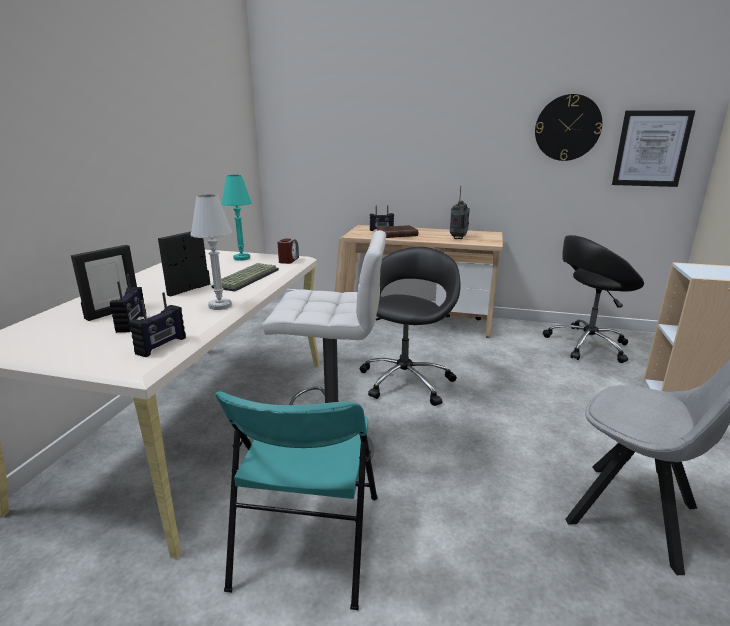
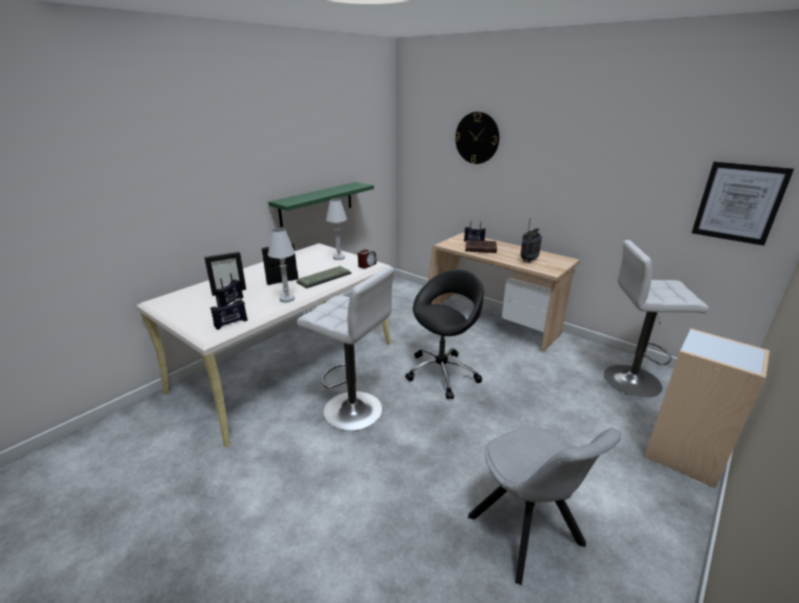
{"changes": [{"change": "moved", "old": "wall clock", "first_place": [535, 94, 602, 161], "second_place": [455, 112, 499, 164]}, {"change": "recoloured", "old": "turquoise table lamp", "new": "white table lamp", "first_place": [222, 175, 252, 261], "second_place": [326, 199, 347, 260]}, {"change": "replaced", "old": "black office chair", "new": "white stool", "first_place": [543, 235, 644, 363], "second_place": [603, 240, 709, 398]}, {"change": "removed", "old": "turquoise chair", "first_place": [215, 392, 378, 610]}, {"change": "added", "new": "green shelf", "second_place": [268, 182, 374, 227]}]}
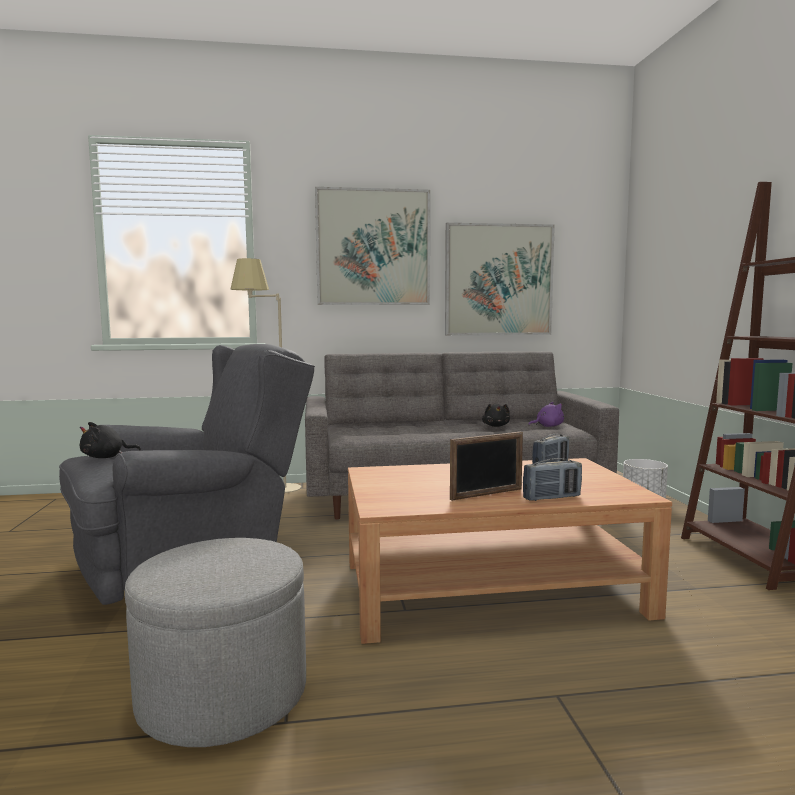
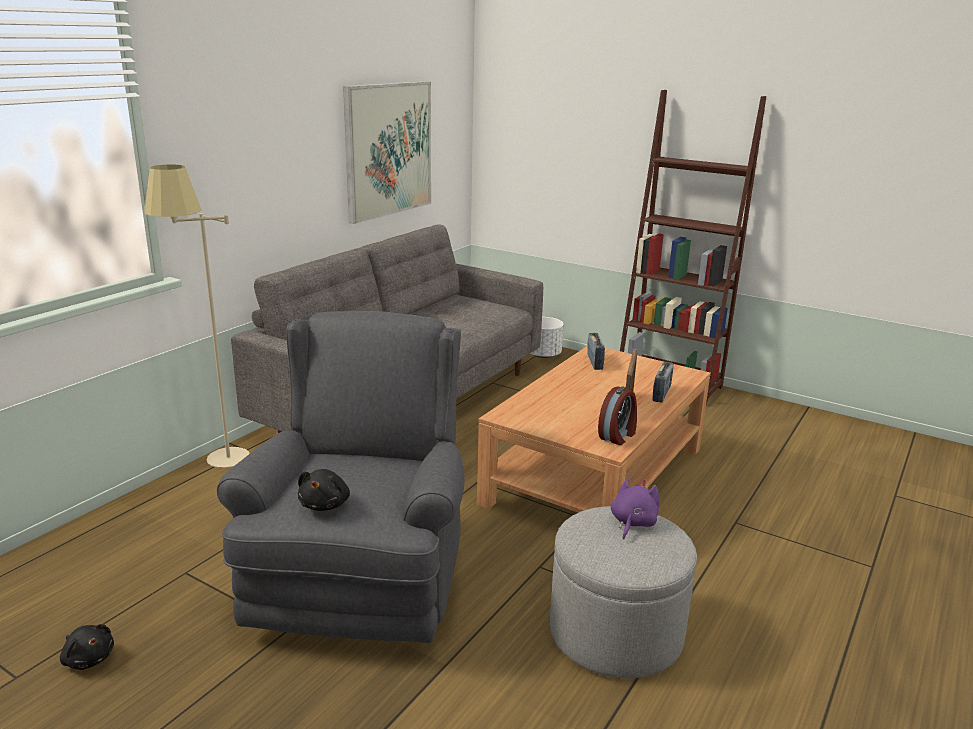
{"changes": [{"change": "removed", "old": "picture", "first_place": [315, 187, 430, 305]}, {"change": "moved", "old": "purple plush toy", "first_place": [528, 402, 564, 427], "second_place": [611, 478, 659, 539]}, {"change": "moved", "old": "black plush toy", "first_place": [482, 404, 510, 427], "second_place": [60, 624, 114, 670]}, {"change": "added", "new": "alarm clock", "second_place": [598, 386, 637, 445]}]}
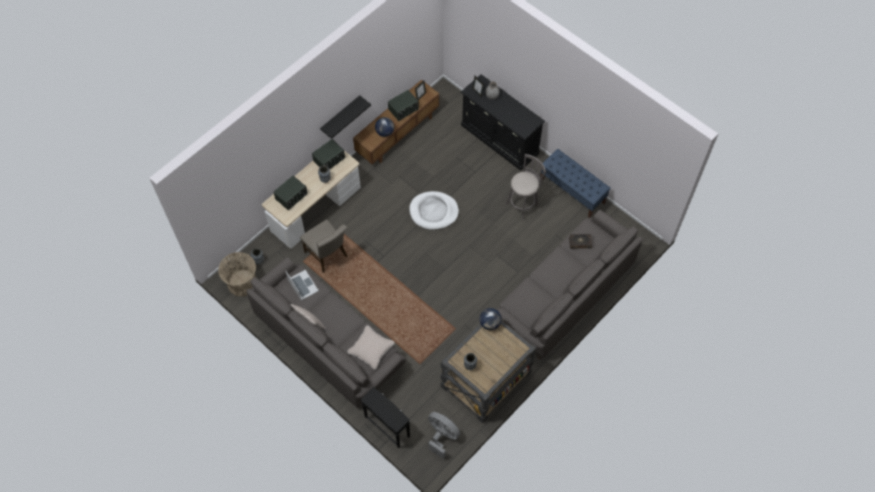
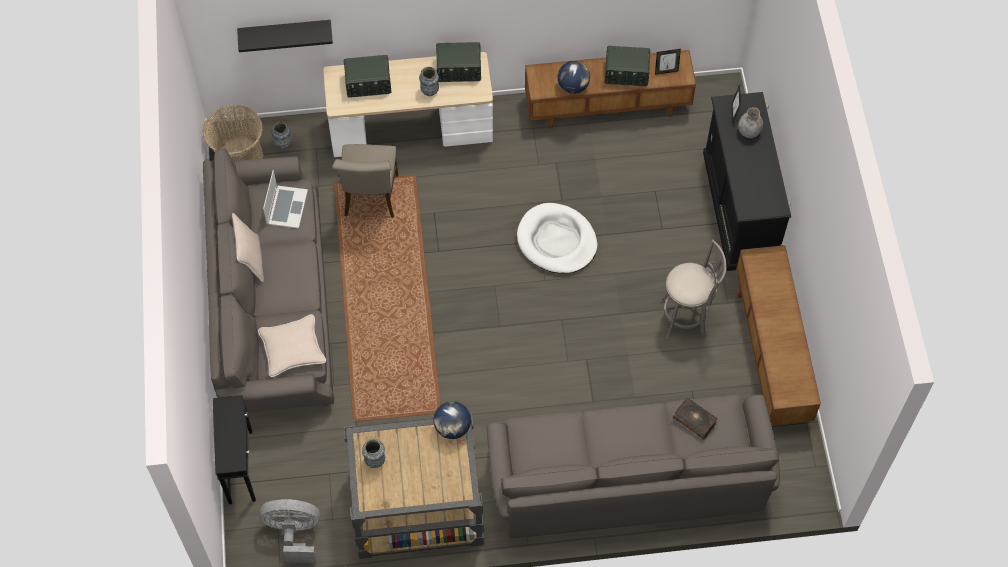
{"changes": [{"change": "moved", "old": "black shelf", "first_place": [320, 95, 371, 139], "second_place": [237, 20, 333, 52]}, {"change": "replaced", "old": "blue bench", "new": "brown tv stand", "first_place": [540, 149, 611, 218], "second_place": [736, 245, 821, 425]}, {"change": "turned", "old": "grey fan", "first_place": [428, 412, 460, 459], "second_place": [259, 499, 320, 563], "degrees": -75}]}
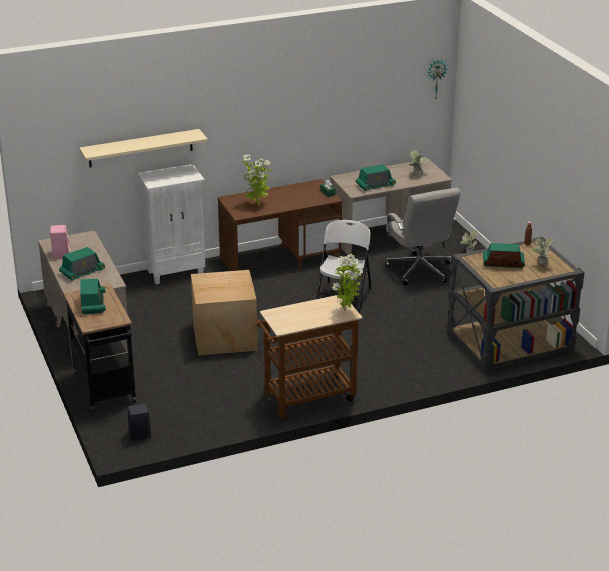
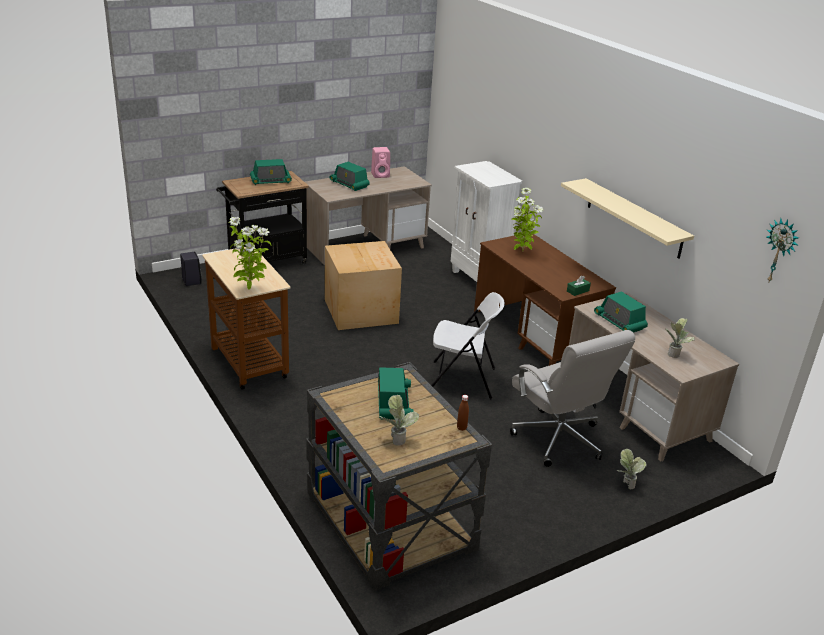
{"changes": [{"change": "moved", "old": "beige shelf", "first_place": [79, 129, 208, 167], "second_place": [561, 178, 694, 259]}, {"change": "turned", "old": "grey office chair", "first_place": [385, 188, 460, 285], "second_place": [510, 330, 635, 467], "degrees": -90}]}
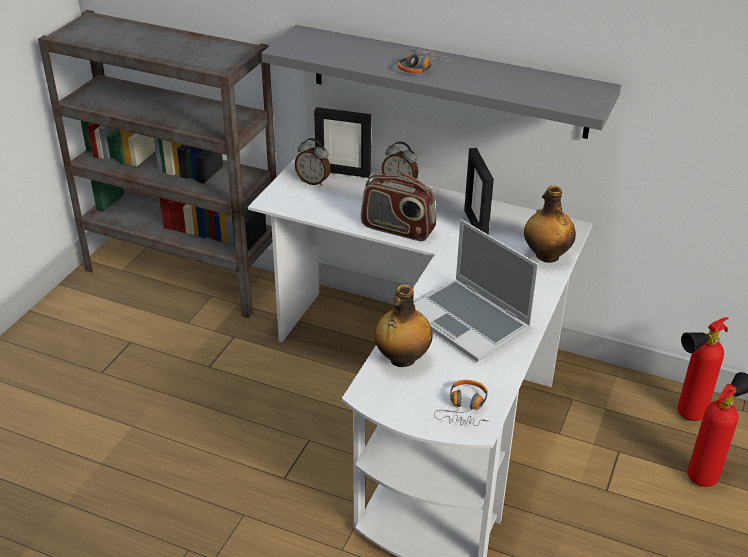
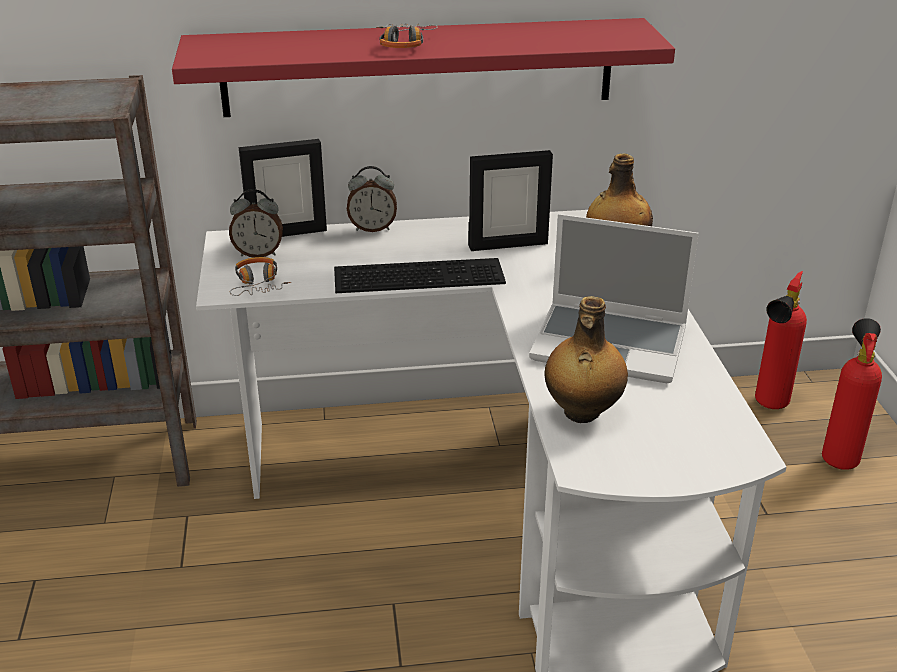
{"changes": [{"change": "recoloured", "old": "grey shelf", "new": "red shelf", "first_place": [261, 25, 621, 139], "second_place": [172, 18, 675, 117]}, {"change": "turned", "old": "picture frame", "first_place": [464, 148, 494, 235], "second_place": [468, 150, 553, 251], "degrees": -60}, {"change": "replaced", "old": "radio", "new": "keyboard", "first_place": [361, 174, 436, 241], "second_place": [334, 258, 506, 293]}, {"change": "moved", "old": "headphones", "first_place": [434, 380, 489, 426], "second_place": [230, 257, 291, 296]}]}
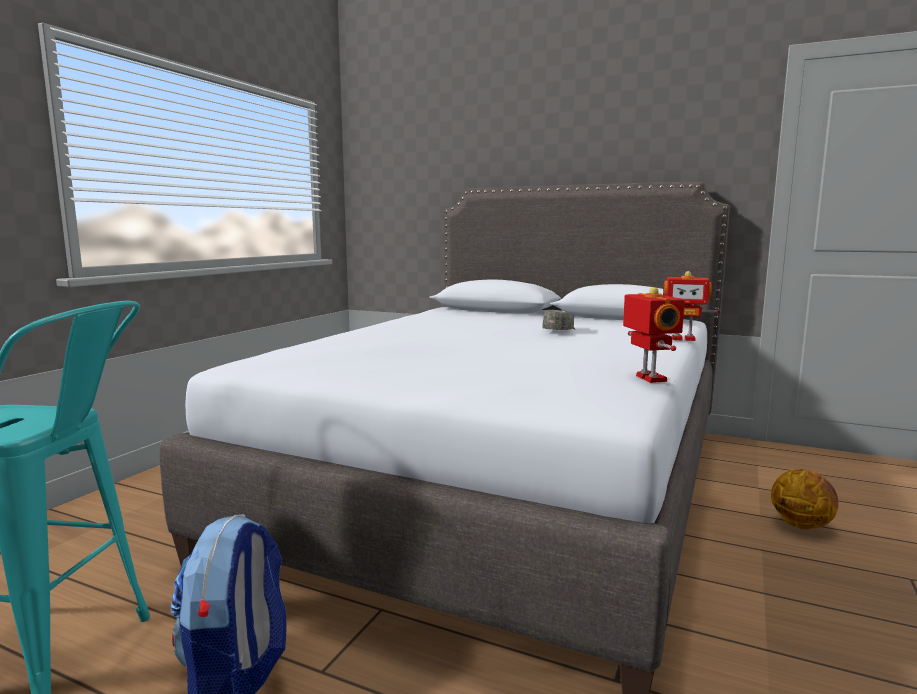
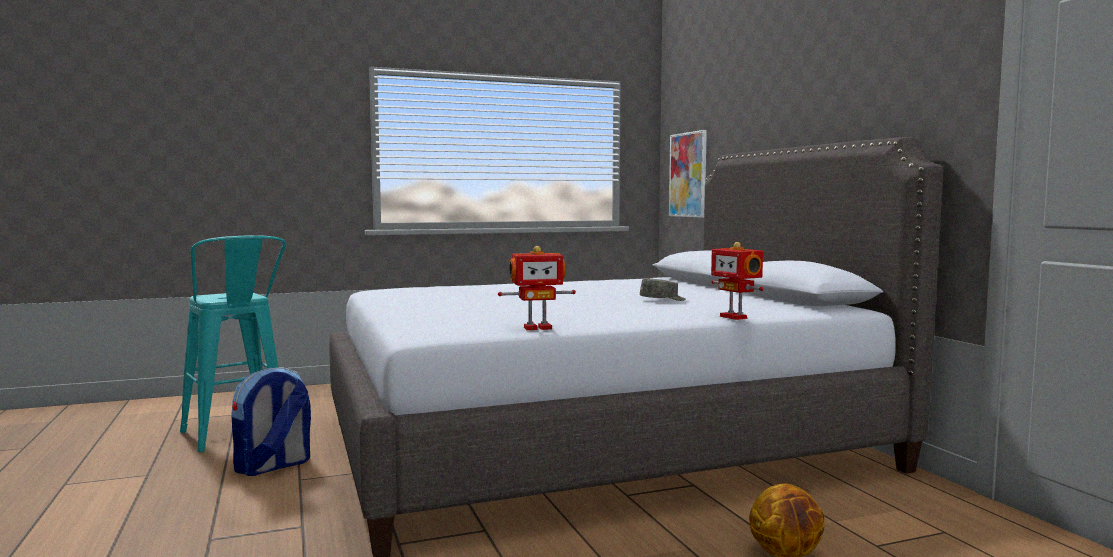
{"changes": [{"change": "turned", "old": "toy robot", "first_place": [623, 287, 685, 383], "second_place": [498, 246, 576, 330], "degrees": 45}, {"change": "added", "new": "picture", "second_place": [669, 130, 707, 218]}]}
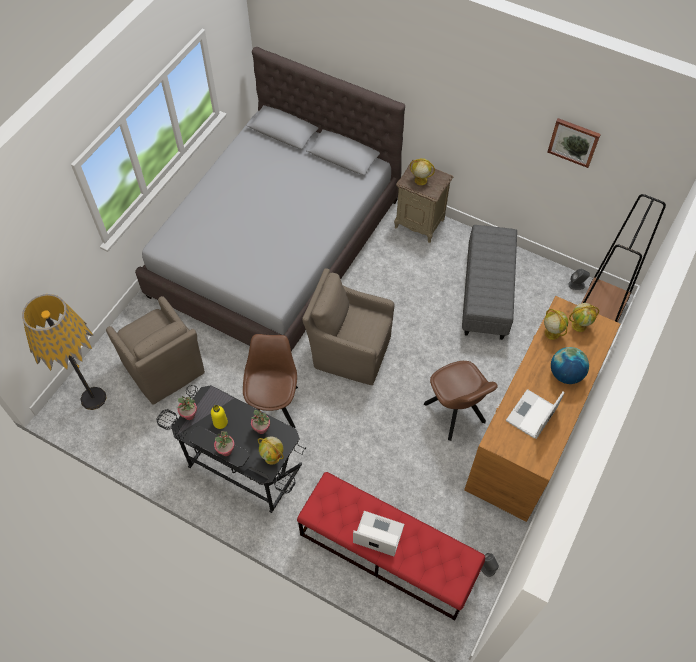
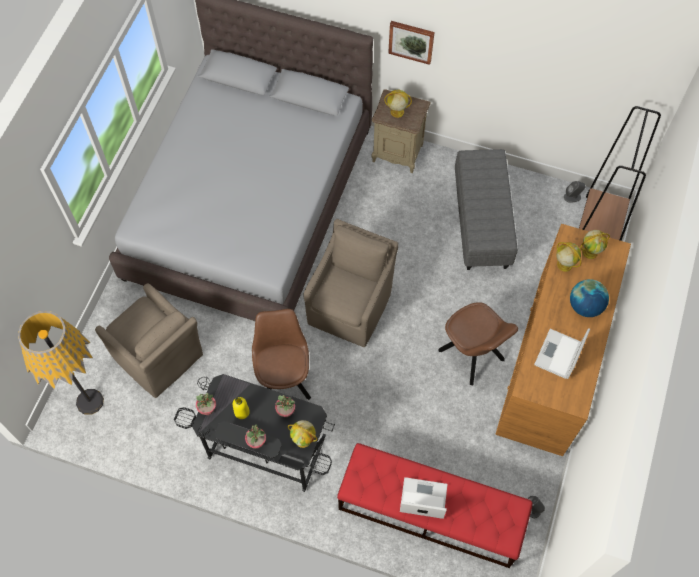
{"changes": [{"change": "moved", "old": "picture", "first_place": [548, 118, 601, 168], "second_place": [388, 21, 435, 65]}, {"change": "turned", "old": "brown armchair", "first_place": [302, 269, 394, 385], "second_place": [303, 219, 398, 347], "degrees": 105}]}
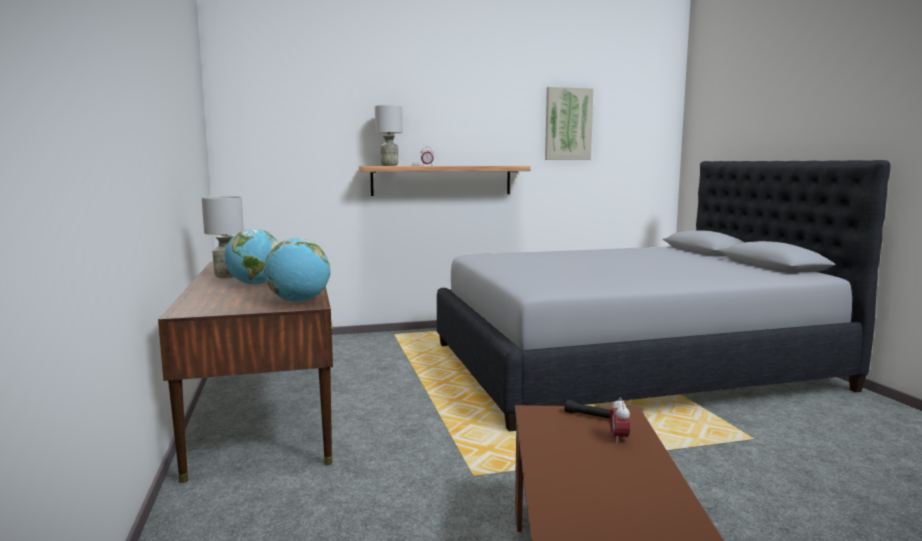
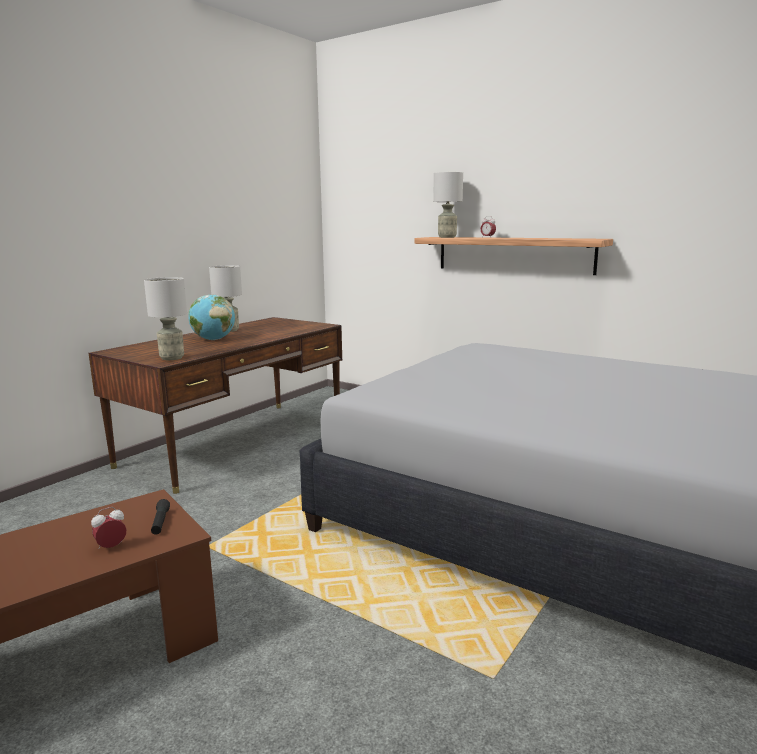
{"changes": [{"change": "removed", "old": "picture", "first_place": [545, 87, 594, 160]}, {"change": "replaced", "old": "globe", "new": "grey table lamp", "first_place": [264, 238, 330, 303], "second_place": [144, 277, 187, 360]}]}
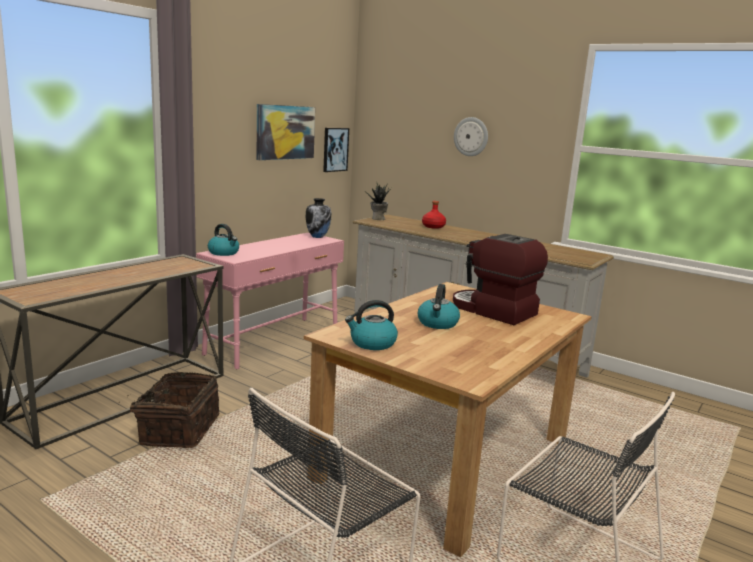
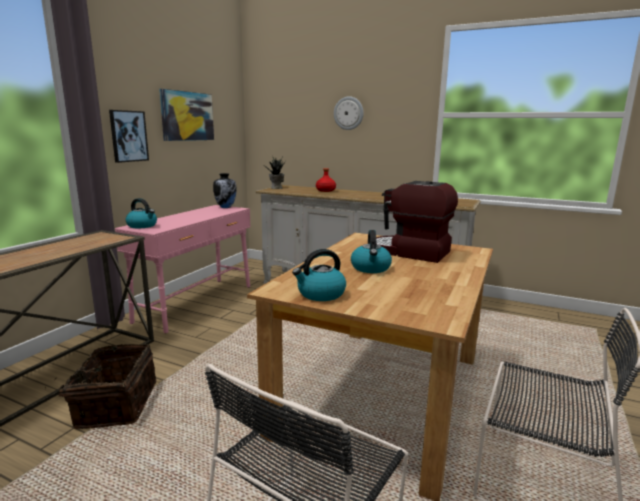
{"changes": [{"change": "moved", "old": "picture", "first_place": [323, 128, 349, 172], "second_place": [109, 110, 149, 163]}]}
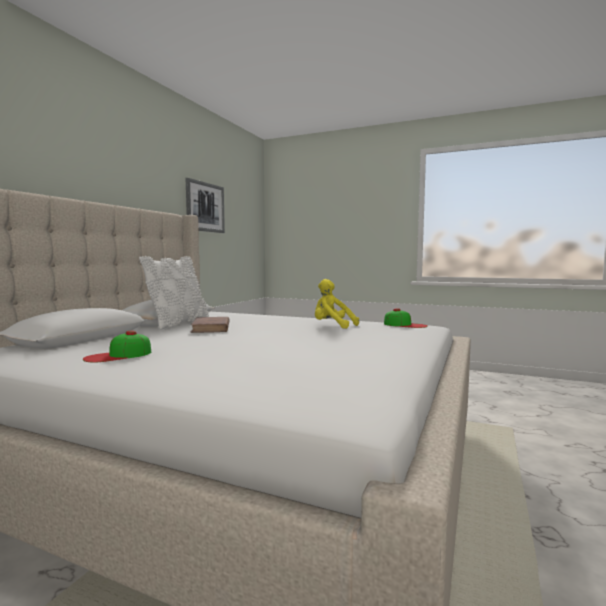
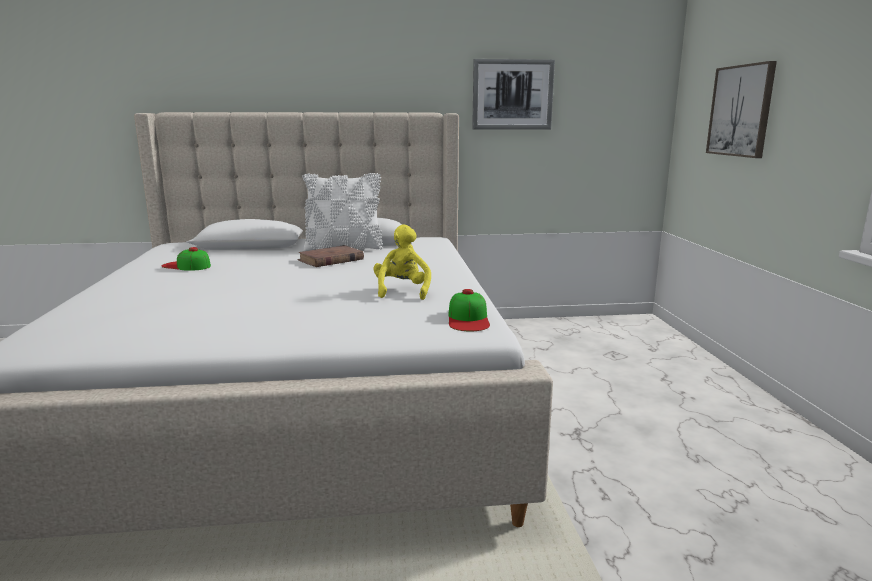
{"changes": [{"change": "added", "new": "picture", "second_place": [706, 61, 777, 158]}]}
